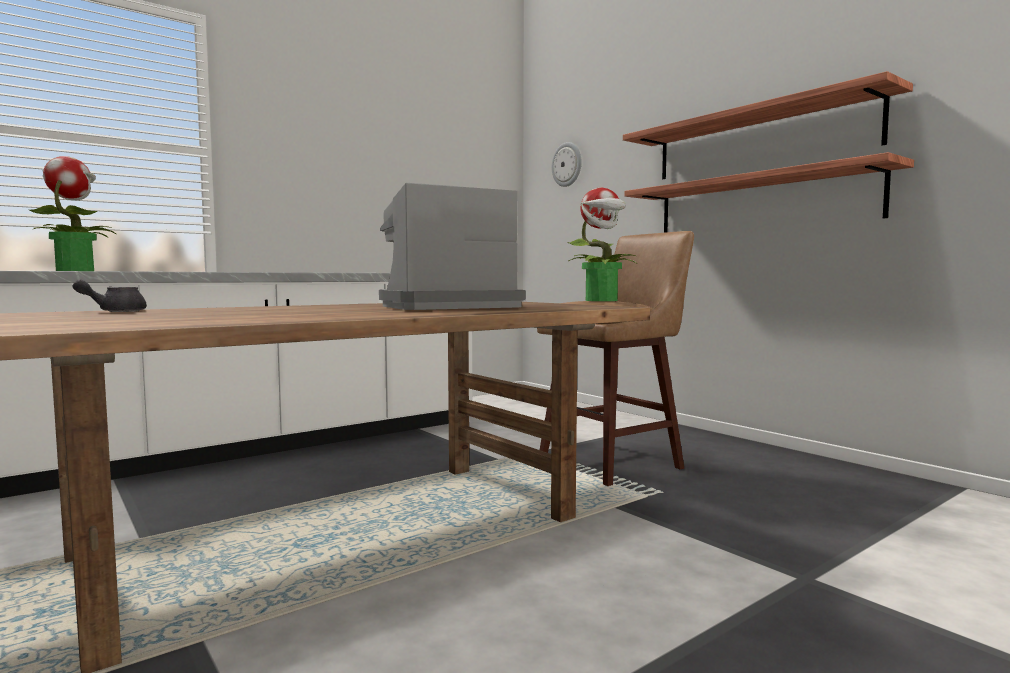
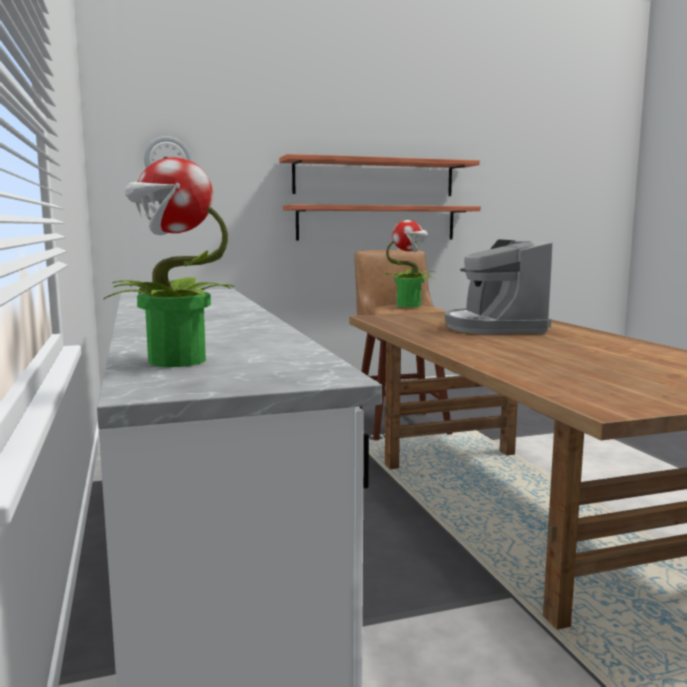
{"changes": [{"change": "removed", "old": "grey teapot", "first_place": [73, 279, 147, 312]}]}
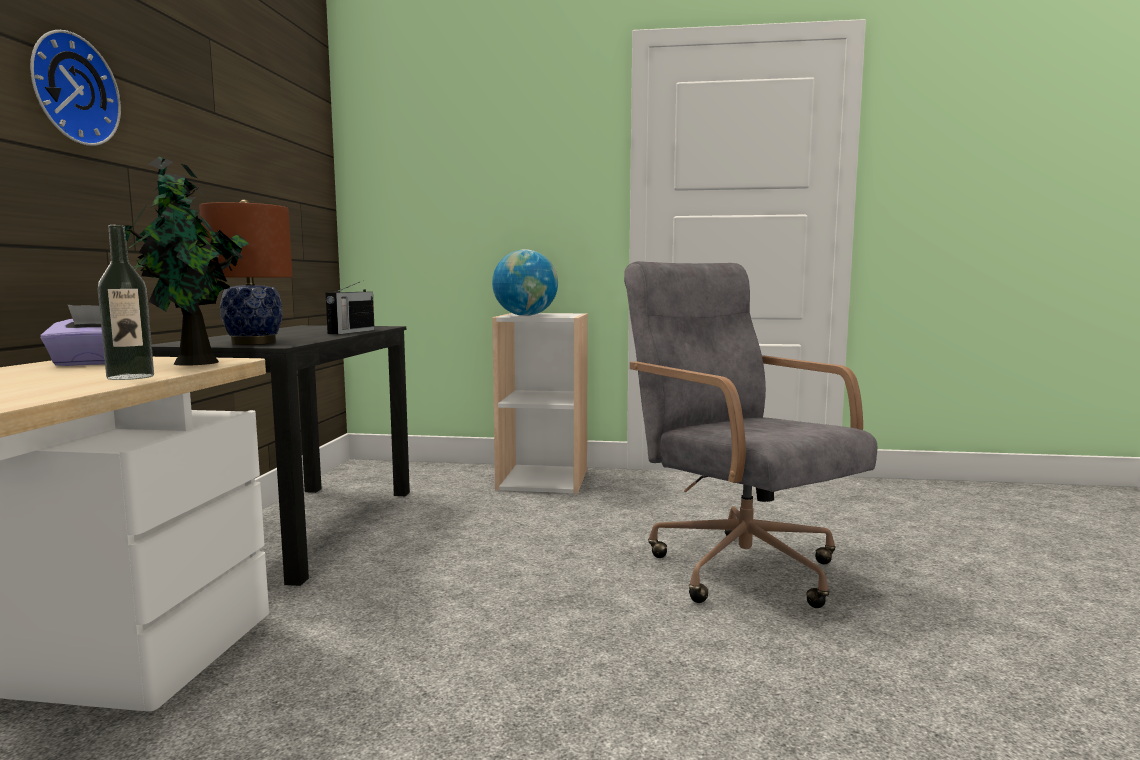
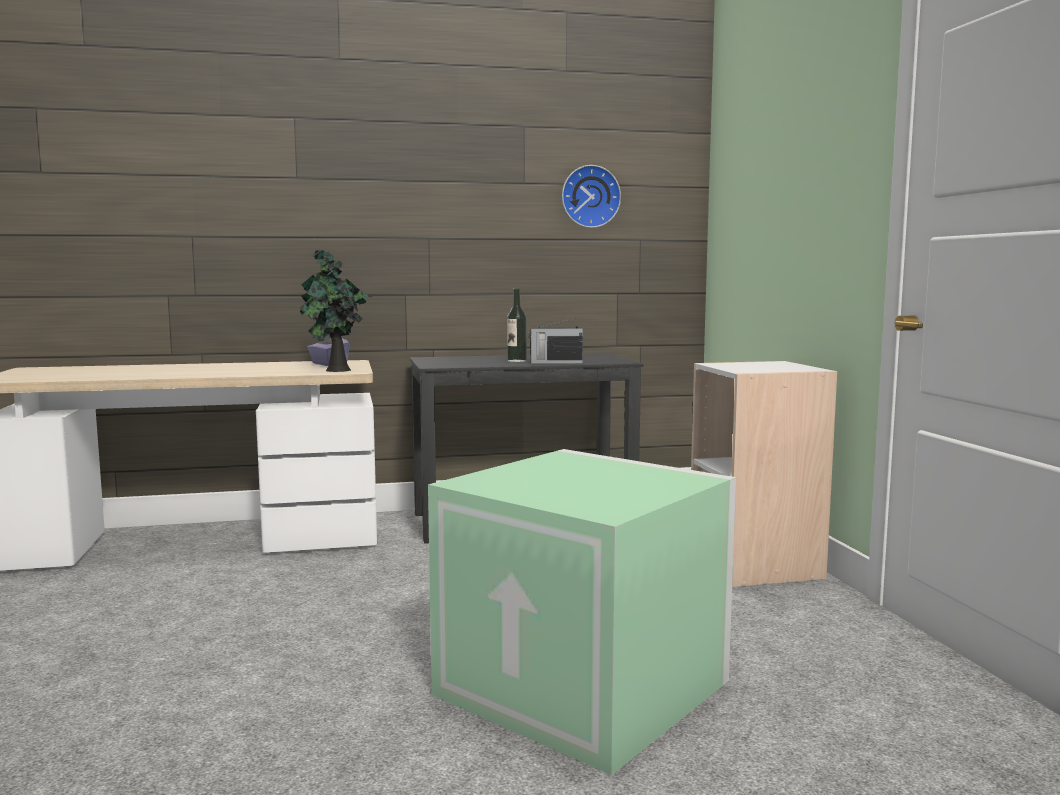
{"changes": [{"change": "moved", "old": "wall clock", "first_place": [30, 30, 121, 146], "second_place": [562, 165, 621, 228]}, {"change": "removed", "old": "brown table lamp", "first_place": [199, 200, 292, 345]}, {"change": "moved", "old": "bottle", "first_place": [98, 225, 154, 380], "second_place": [507, 289, 527, 362]}, {"change": "removed", "old": "globe", "first_place": [492, 249, 558, 316]}, {"change": "replaced", "old": "grey office chair", "new": "green storage box", "first_place": [624, 261, 877, 608], "second_place": [428, 449, 736, 775]}]}
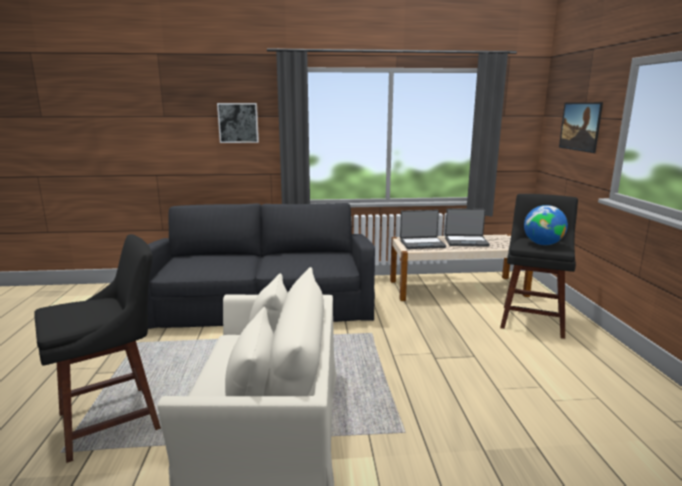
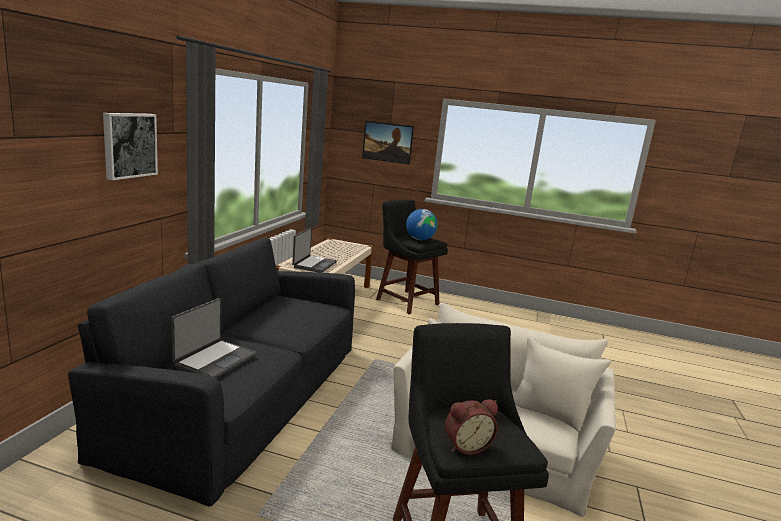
{"changes": [{"change": "moved", "old": "laptop", "first_place": [445, 208, 490, 247], "second_place": [171, 298, 257, 378]}, {"change": "added", "new": "alarm clock", "second_place": [445, 399, 498, 455]}]}
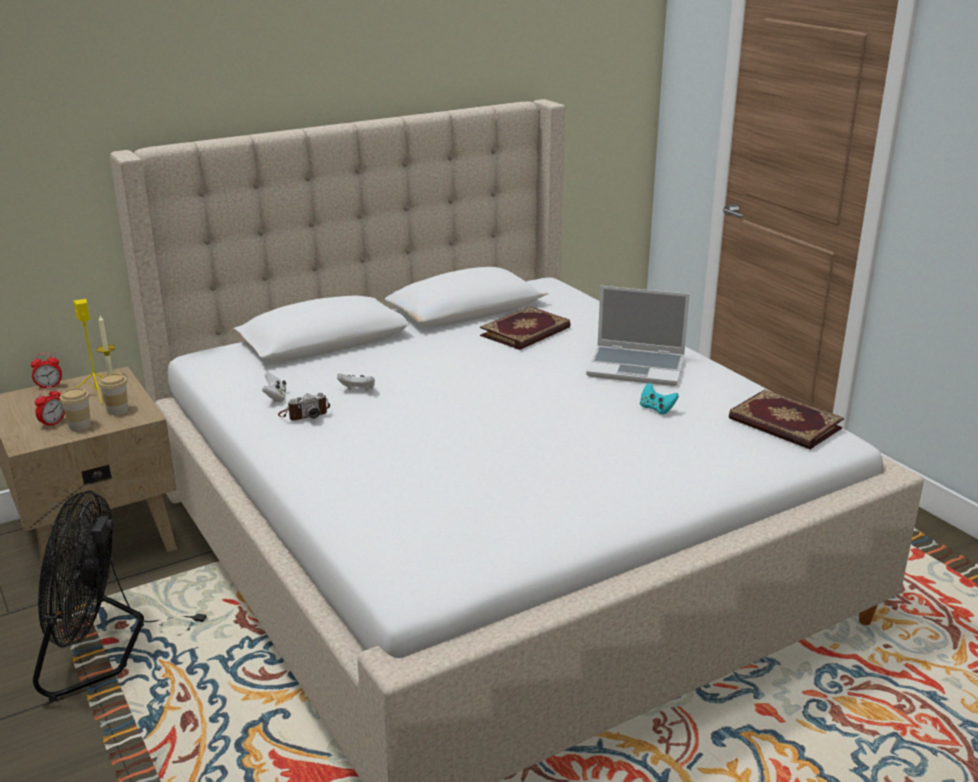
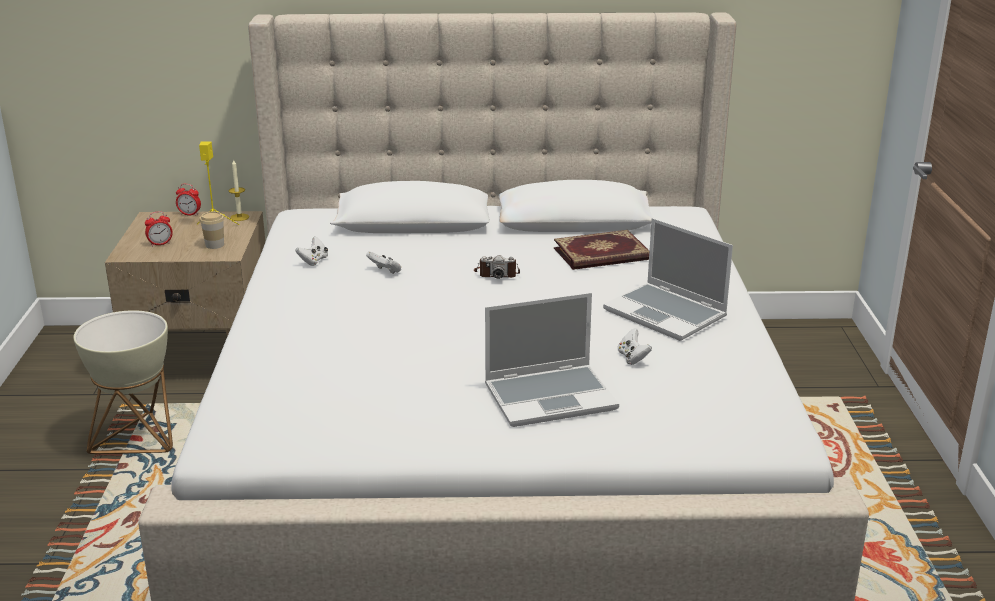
{"changes": [{"change": "recoloured", "old": "turquoise game controller", "new": "white game controller", "first_place": [640, 382, 679, 415], "second_place": [618, 328, 652, 365]}, {"change": "removed", "old": "cup", "first_place": [60, 388, 91, 431]}, {"change": "removed", "old": "book", "first_place": [729, 389, 844, 450]}, {"change": "moved", "old": "photo camera", "first_place": [278, 393, 330, 421], "second_place": [474, 255, 520, 279]}, {"change": "replaced", "old": "black fan", "new": "planter", "first_place": [33, 490, 209, 703], "second_place": [73, 310, 173, 454]}, {"change": "added", "new": "laptop", "second_place": [485, 293, 619, 427]}]}
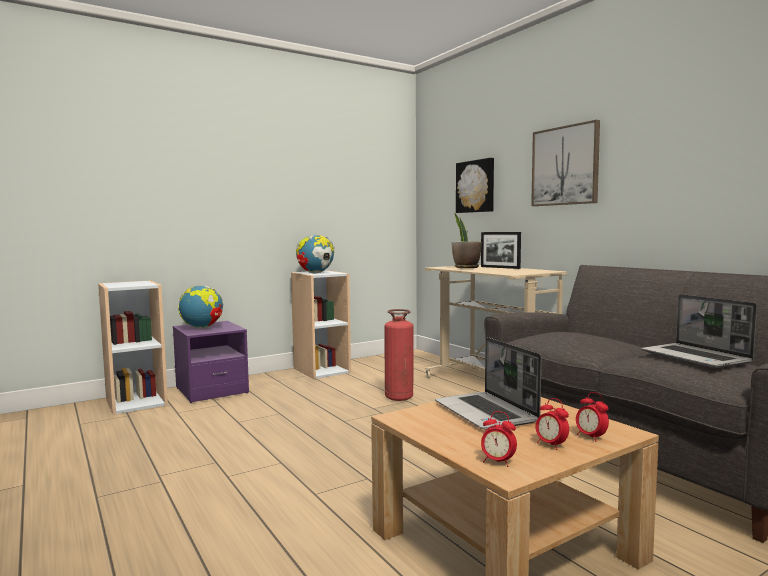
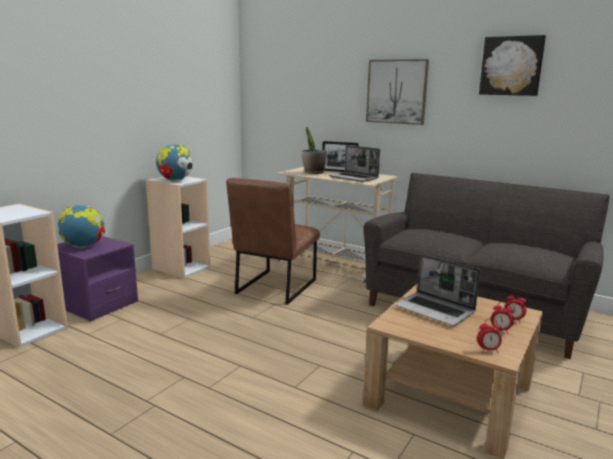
{"changes": [{"change": "moved", "old": "picture", "first_place": [456, 158, 494, 213], "second_place": [479, 35, 546, 96]}, {"change": "moved", "old": "laptop", "first_place": [641, 294, 757, 368], "second_place": [328, 145, 380, 182]}, {"change": "replaced", "old": "fire extinguisher", "new": "brown chair", "first_place": [384, 309, 413, 401], "second_place": [226, 178, 320, 305]}]}
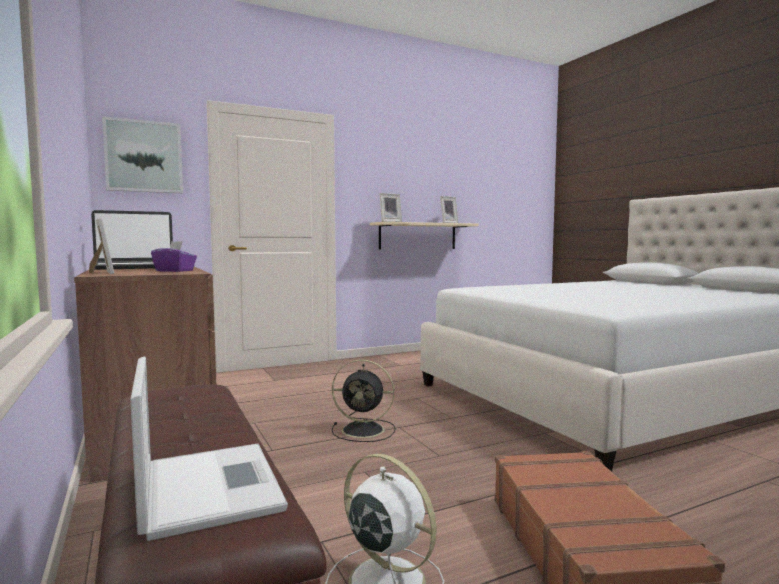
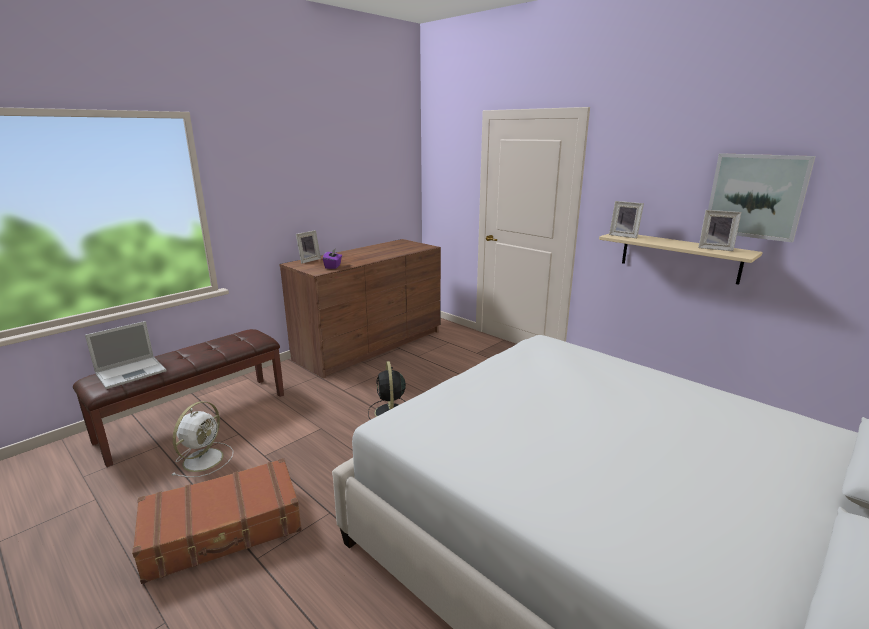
{"changes": [{"change": "moved", "old": "picture", "first_place": [102, 116, 183, 193], "second_place": [708, 153, 816, 242]}, {"change": "removed", "old": "laptop", "first_place": [91, 210, 173, 270]}]}
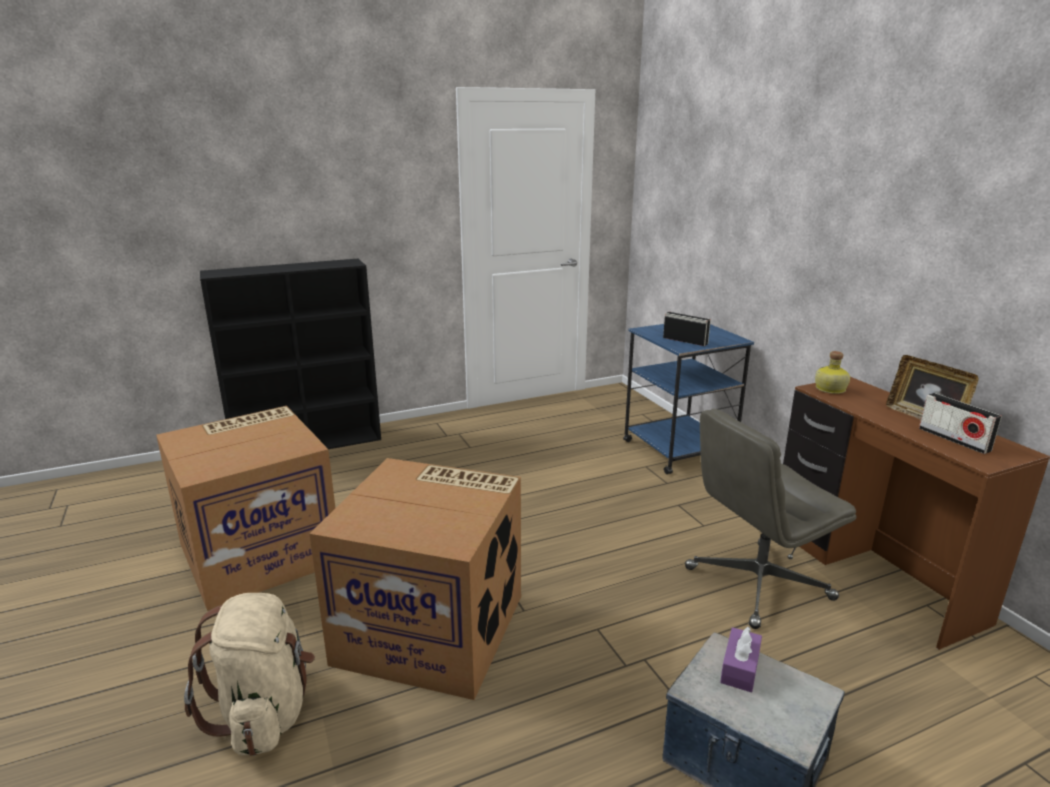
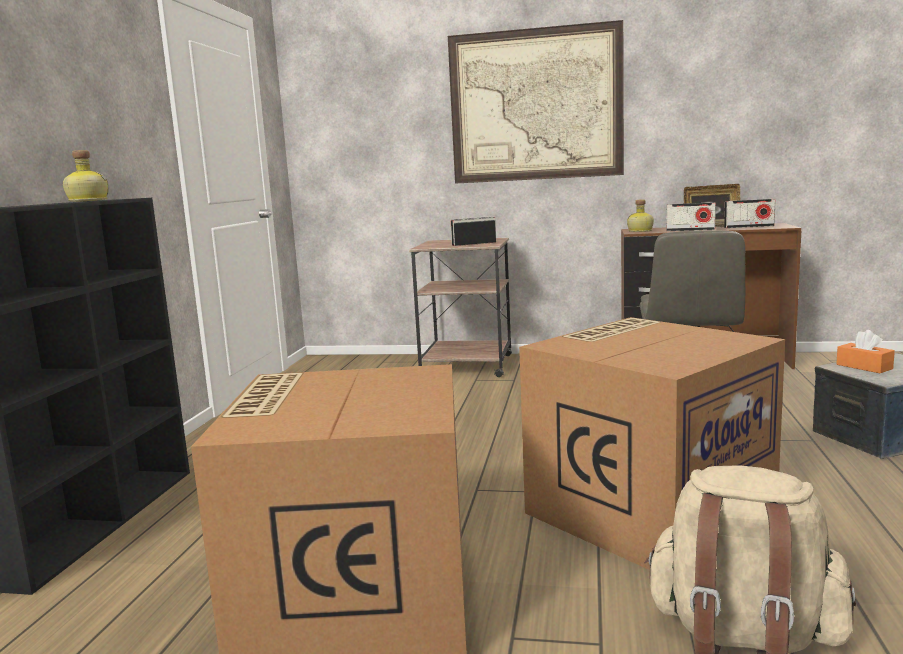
{"changes": [{"change": "recoloured", "old": "blue cart", "new": "brown cart", "first_place": [623, 324, 754, 474], "second_place": [409, 238, 512, 377]}, {"change": "recoloured", "old": "purple tissue box", "new": "orange tissue box", "first_place": [720, 627, 762, 693], "second_place": [836, 330, 895, 373]}, {"change": "added", "new": "picture", "second_place": [448, 20, 624, 184]}, {"change": "added", "new": "bottle", "second_place": [63, 150, 109, 201]}, {"change": "added", "new": "radio", "second_place": [666, 202, 716, 231]}]}
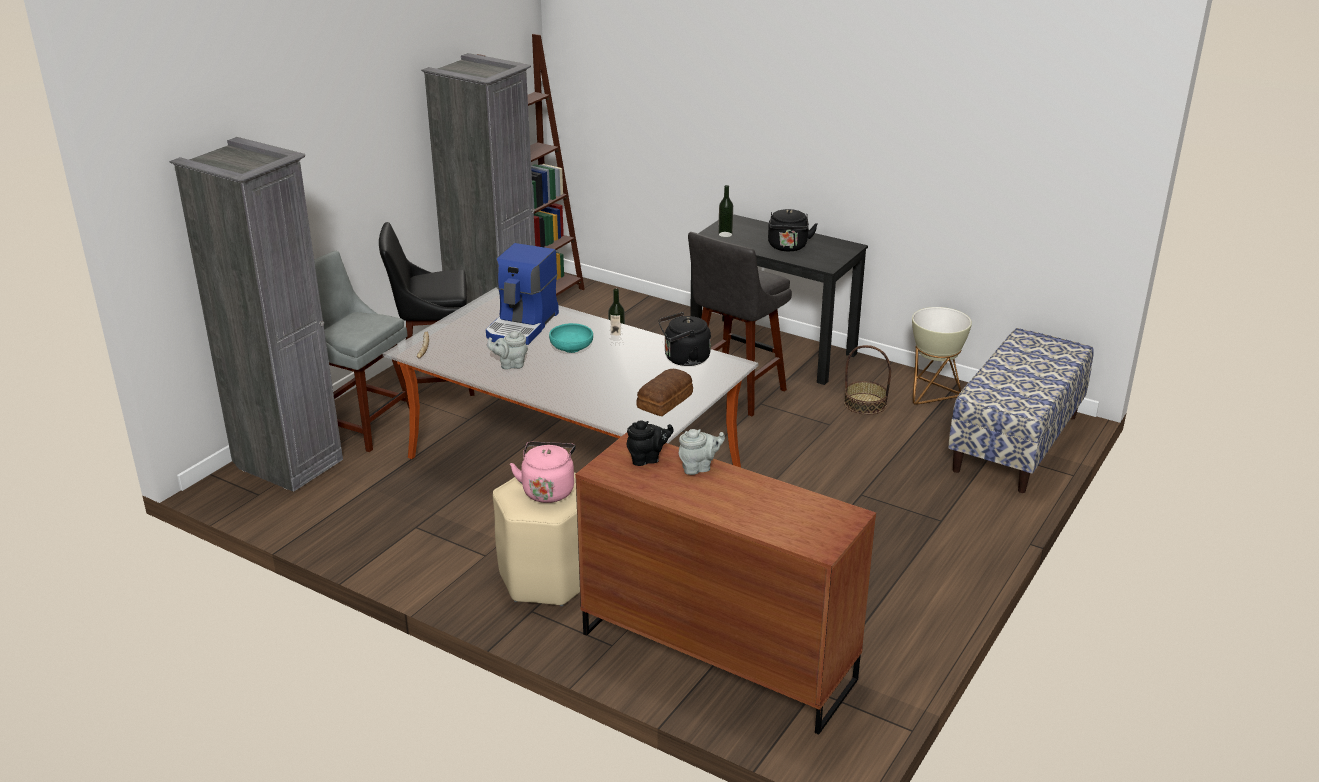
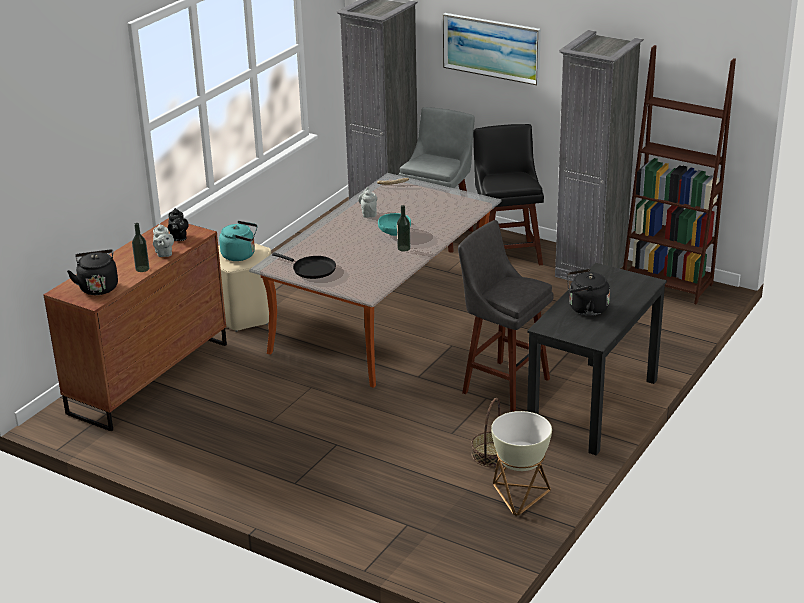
{"changes": [{"change": "moved", "old": "bottle", "first_place": [718, 185, 733, 237], "second_place": [132, 223, 149, 272]}, {"change": "removed", "old": "coffee machine", "first_place": [486, 243, 559, 345]}, {"change": "moved", "old": "black kettle", "first_place": [658, 312, 711, 366], "second_place": [67, 250, 118, 295]}, {"change": "removed", "old": "bench", "first_place": [948, 328, 1094, 493]}, {"change": "replaced", "old": "bread", "new": "black frying pan", "first_place": [636, 369, 693, 416], "second_place": [272, 253, 336, 279]}, {"change": "recoloured", "old": "pink kettle", "new": "turquoise kettle", "first_place": [510, 442, 576, 503], "second_place": [219, 221, 258, 261]}, {"change": "added", "new": "picture", "second_place": [443, 13, 541, 85]}]}
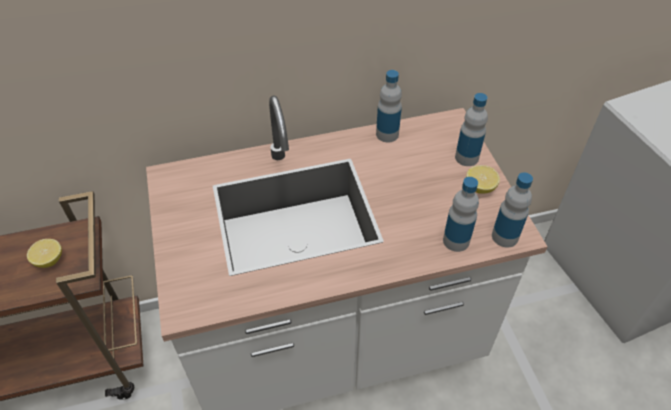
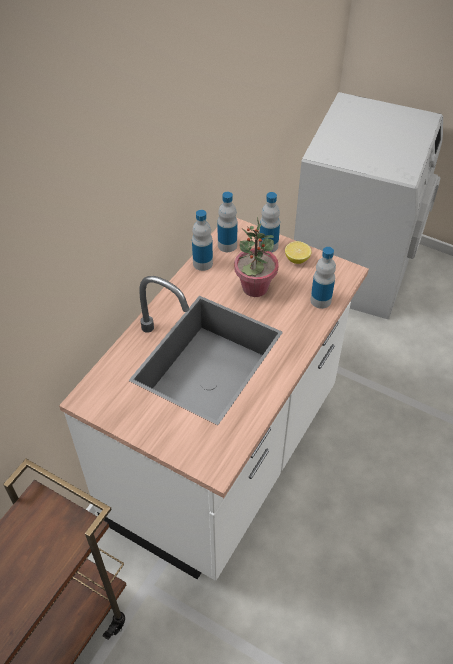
{"changes": [{"change": "moved", "old": "bottle", "first_place": [492, 172, 533, 247], "second_place": [217, 192, 238, 252]}, {"change": "removed", "old": "lemon", "first_place": [27, 239, 62, 268]}, {"change": "added", "new": "potted plant", "second_place": [234, 217, 279, 297]}]}
